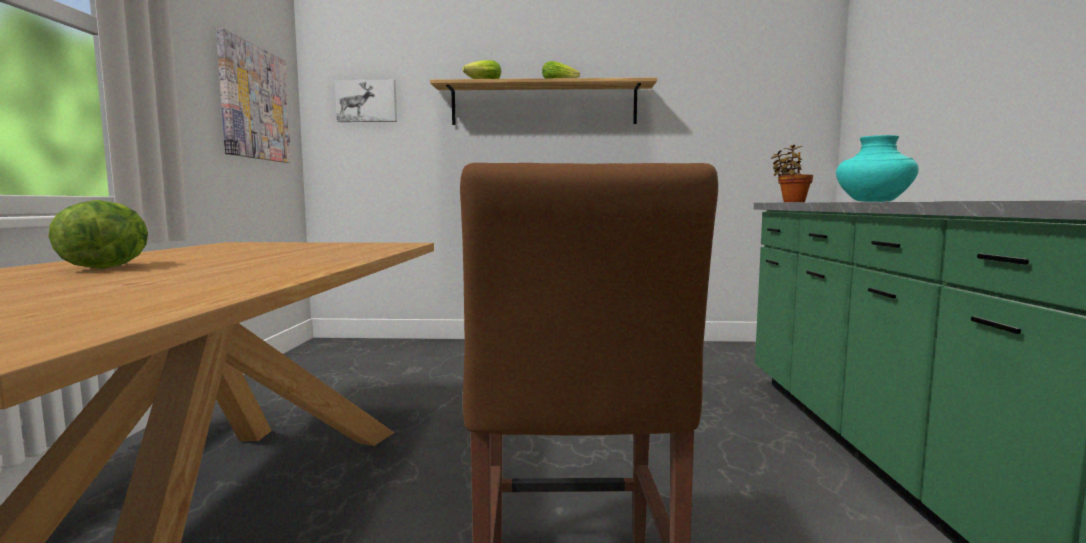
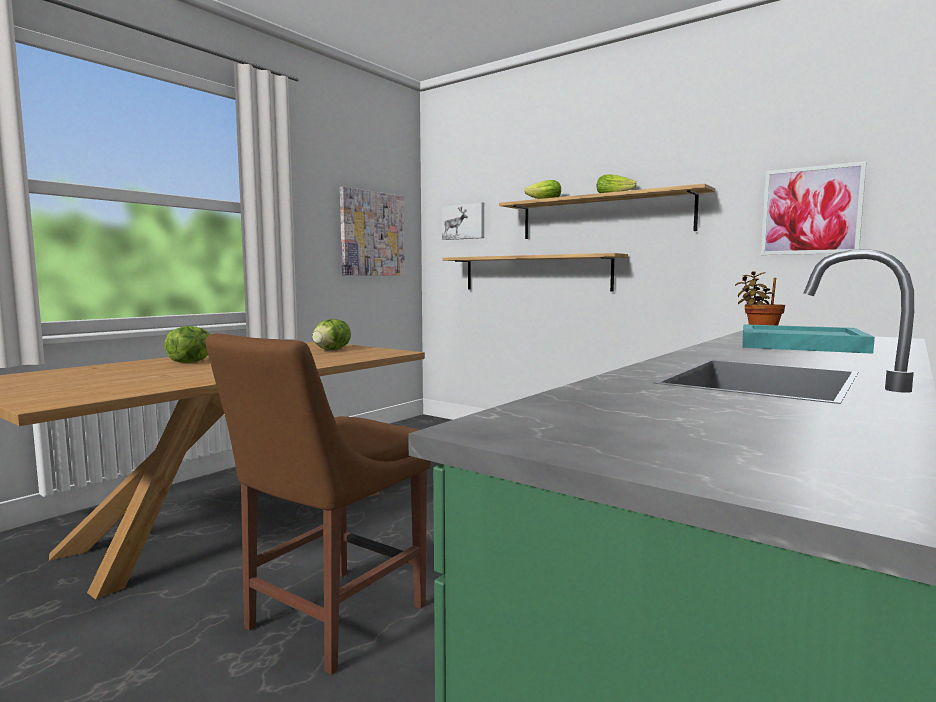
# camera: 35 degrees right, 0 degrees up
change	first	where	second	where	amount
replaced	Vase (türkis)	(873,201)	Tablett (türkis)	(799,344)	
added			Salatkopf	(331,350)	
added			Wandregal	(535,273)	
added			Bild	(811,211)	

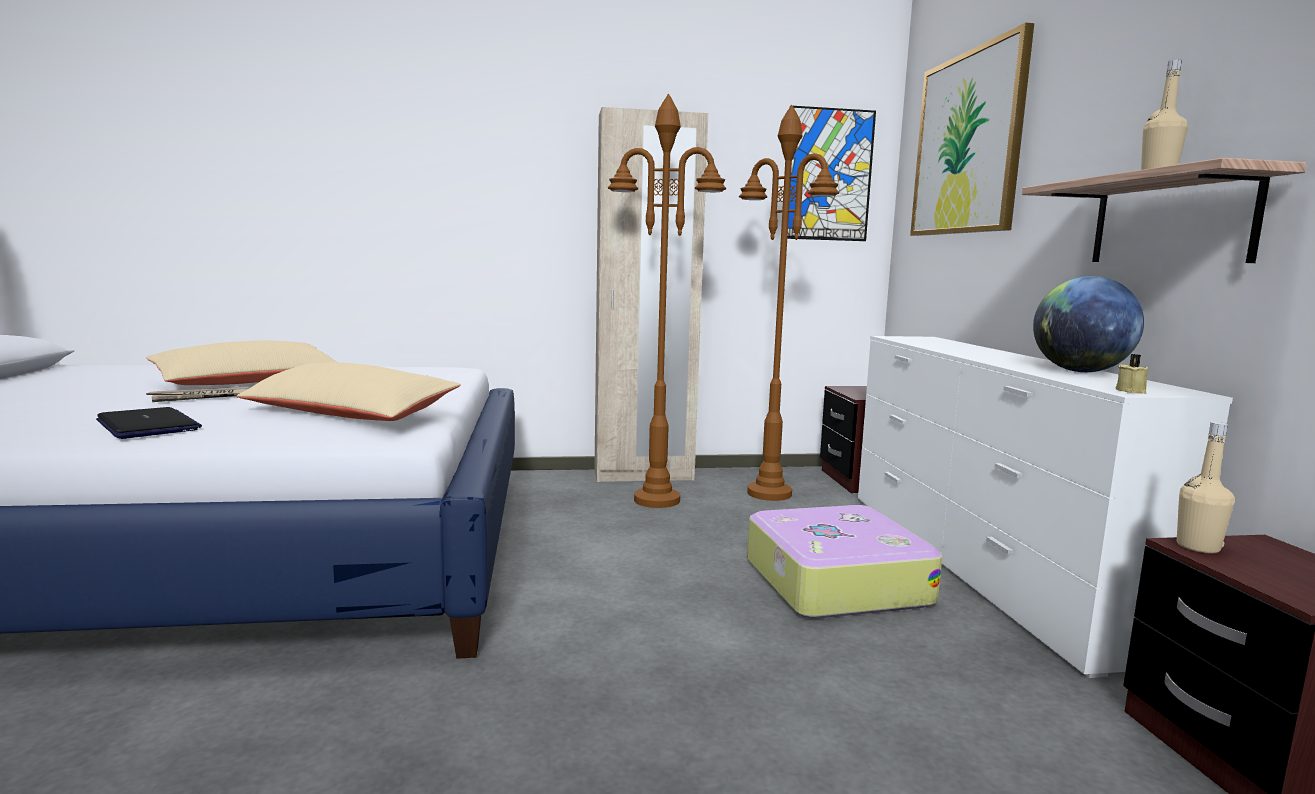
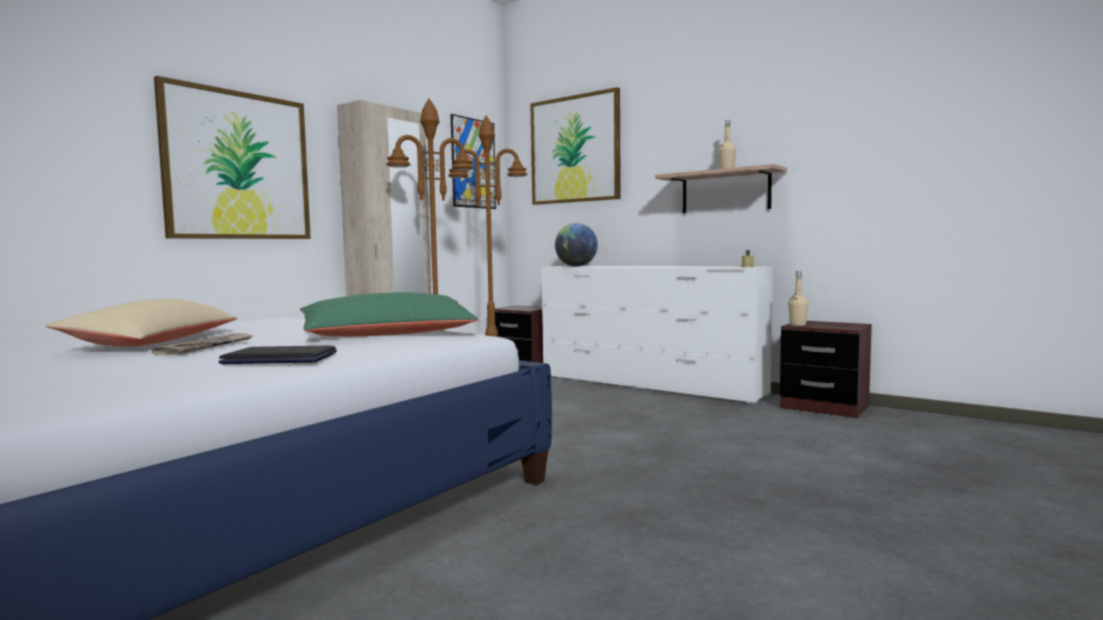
# camera: 45 degrees left, 5 degrees down
change	first	where	second	where	amount
recoloured	Kissen (beige)	(350,414)	Kissen (grün)	(389,334)	
removed	Koffer	(833,581)			
moved	Globus	(1080,371)		(576,266)	
added			Bild	(238,166)	

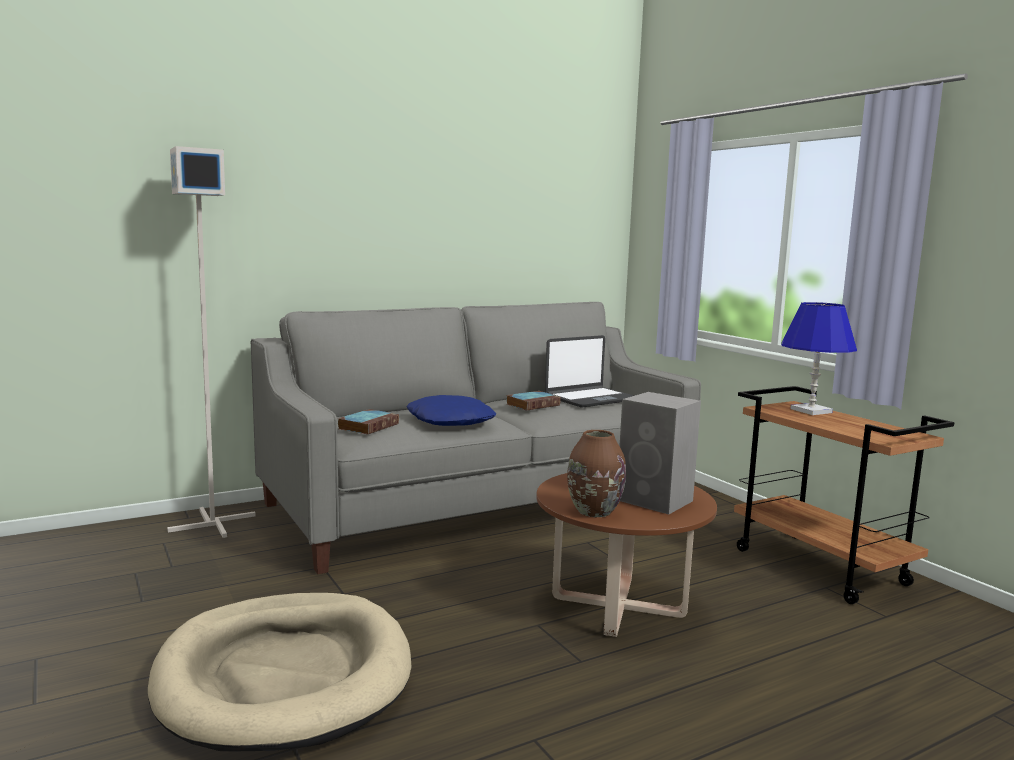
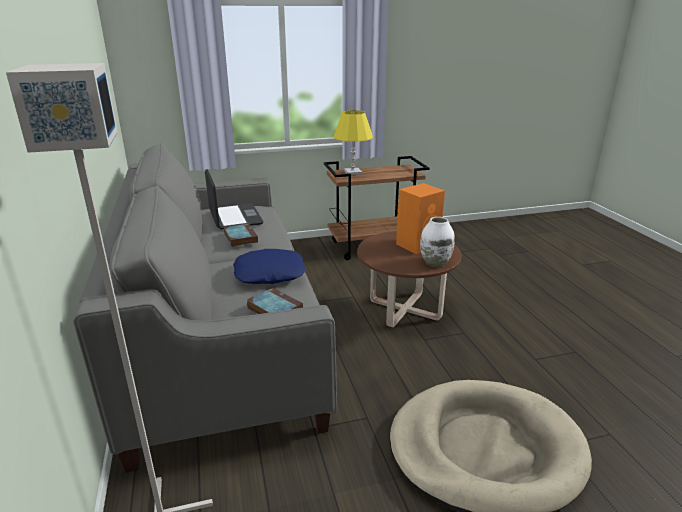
# camera: 75 degrees left, 15 degrees up
change	first	where	second	where	amount
recoloured	Vase (braun)	(594,511)	Vase (weiß)	(435,263)	
recoloured	Lautsprecher (grau)	(656,501)	Lautsprecher (orange)	(418,244)	
recoloured	Tischlampe (blau)	(811,411)	Tischlampe (gelb)	(352,172)	

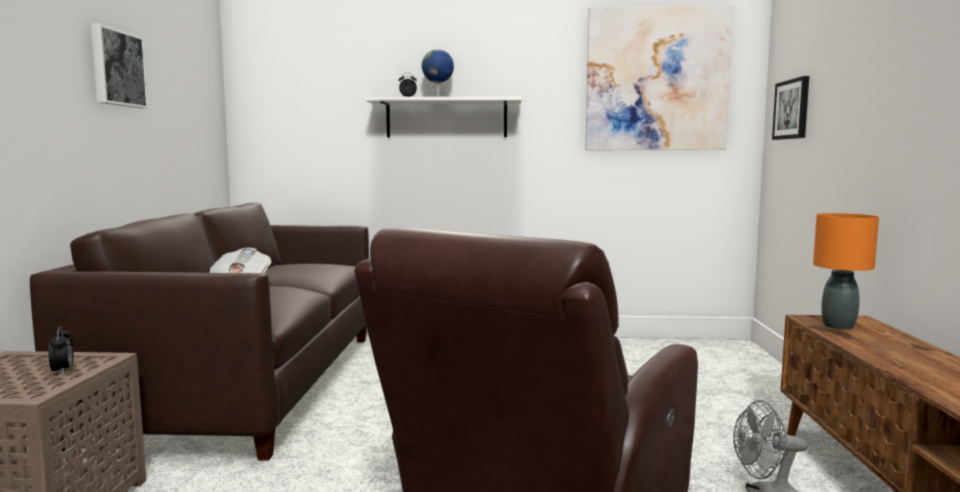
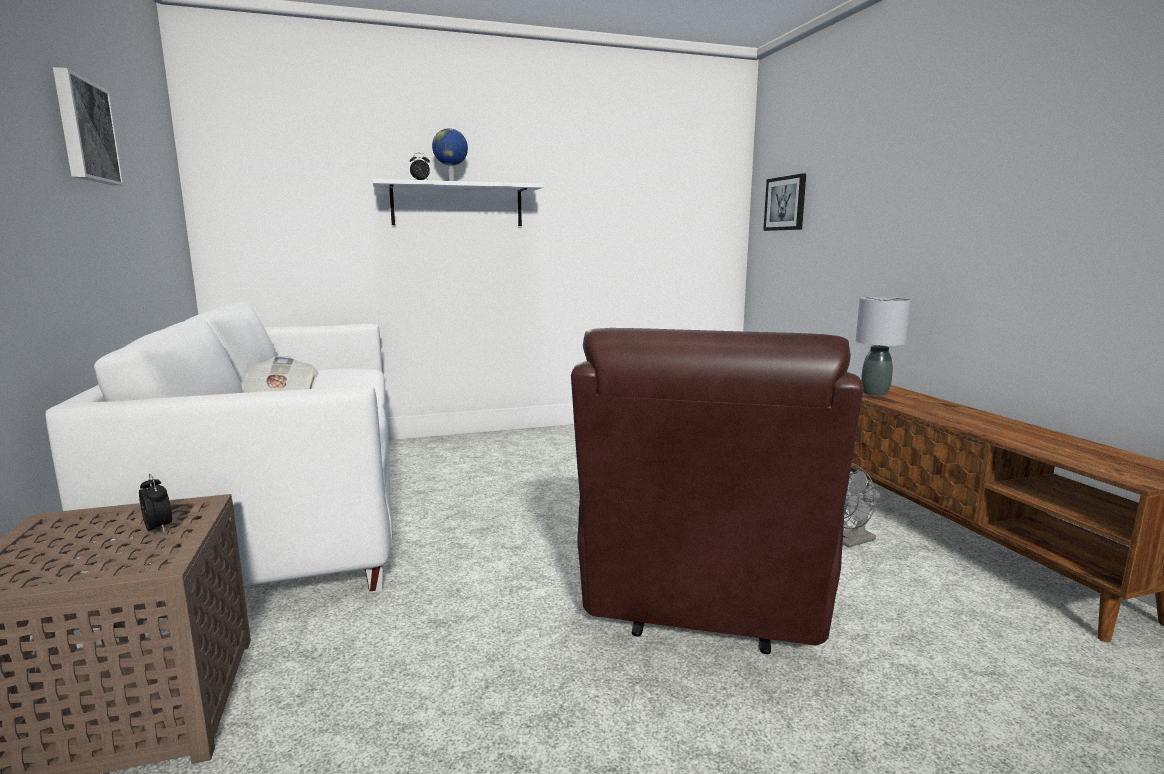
# camera: 20 degrees left, 5 degrees up
change	first	where	second	where	amount
recoloured	Sofa (braun)	(250,384)	Sofa (weiß)	(287,511)	
removed	Bild	(656,79)			
recoloured	Tischlampe (orange)	(838,326)	Tischlampe (grau)	(874,393)	

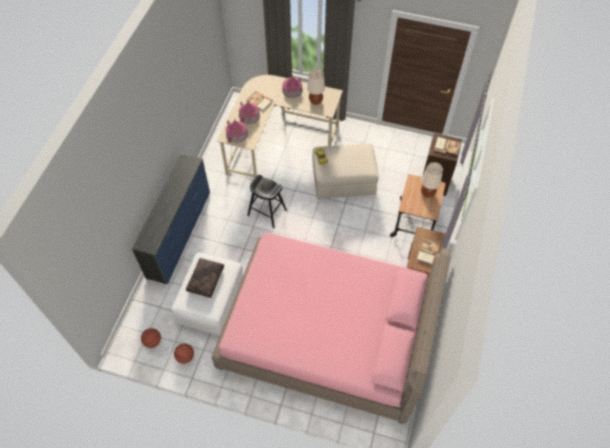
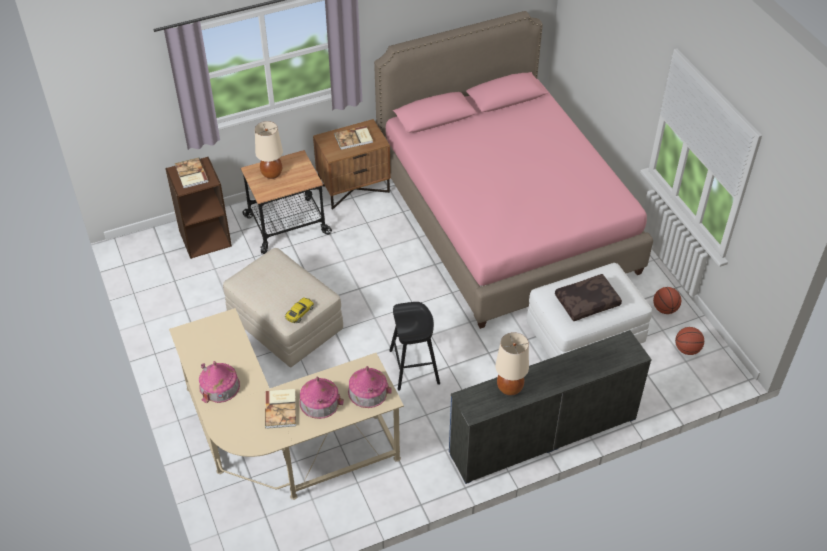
# camera: 130 degrees left, 10 degrees down
change	first	where	second	where	amount
moved	Tischlampe (beige)	(316,101)		(509,387)	

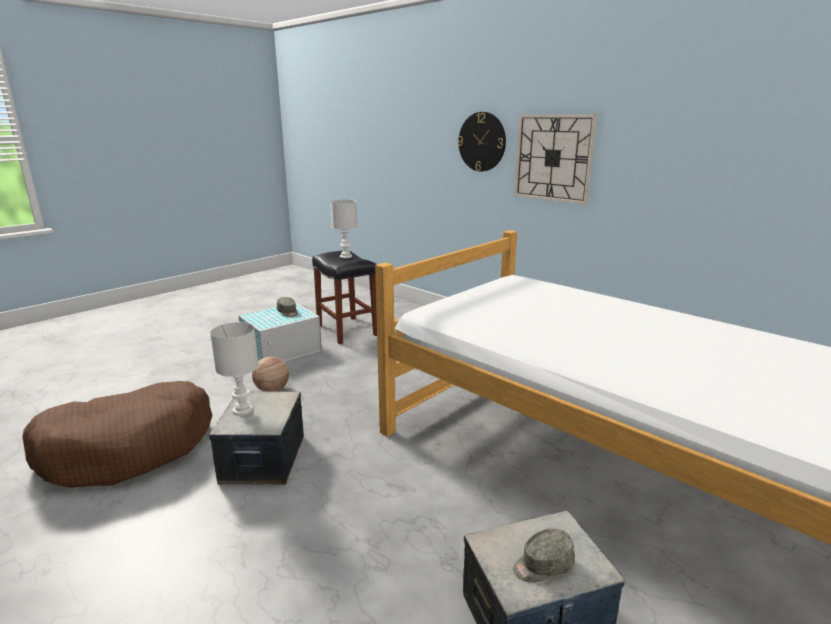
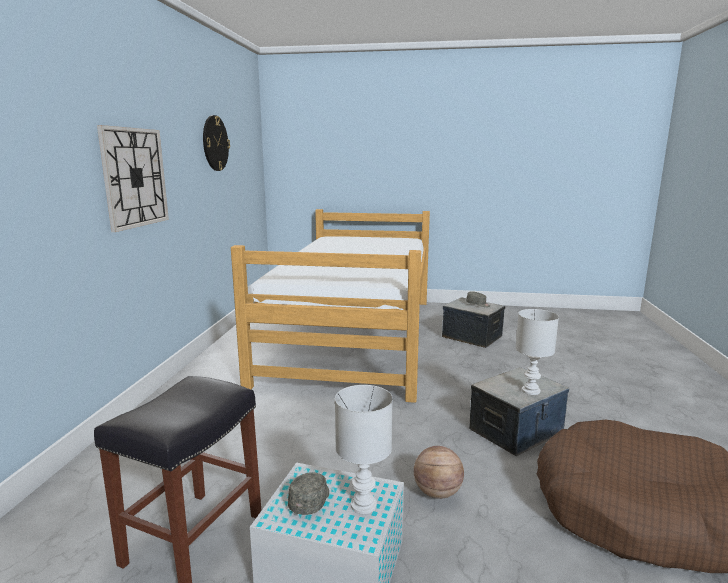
# camera: 125 degrees left, 5 degrees down
change	first	where	second	where	amount
moved	Tischlampe (weiß)	(346,257)		(364,504)	
moved	Wanduhr	(482,142)		(215,143)	

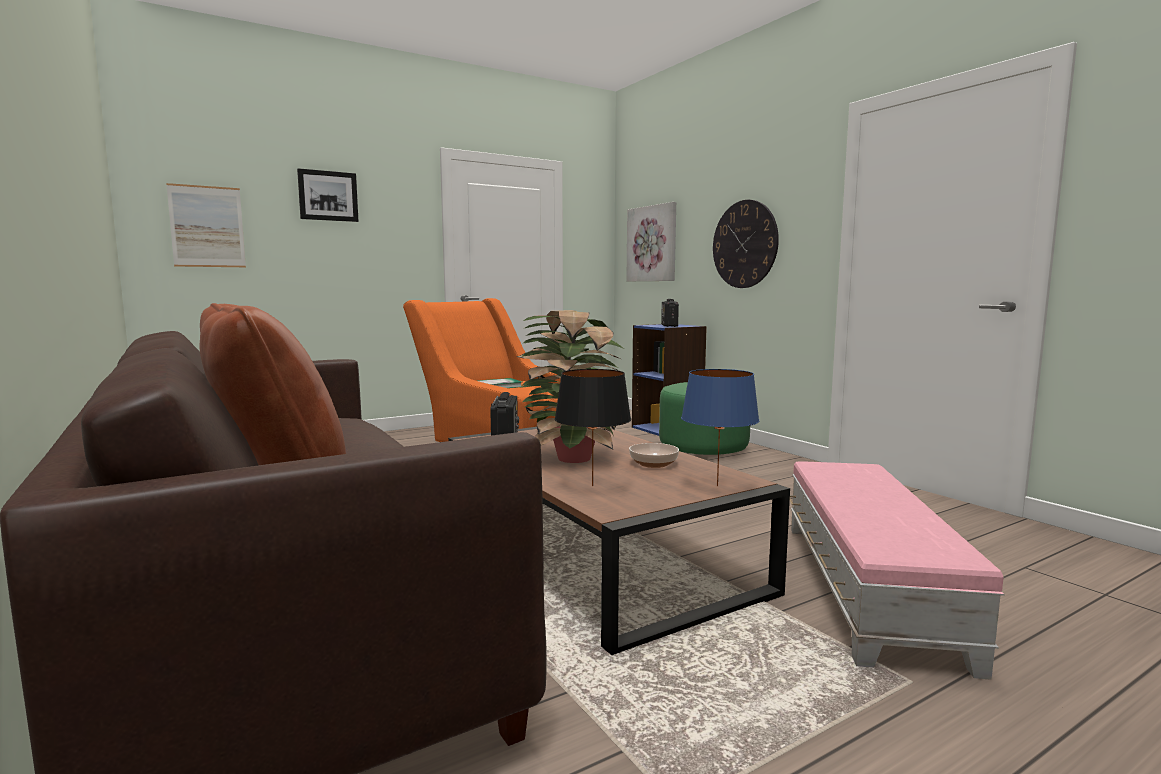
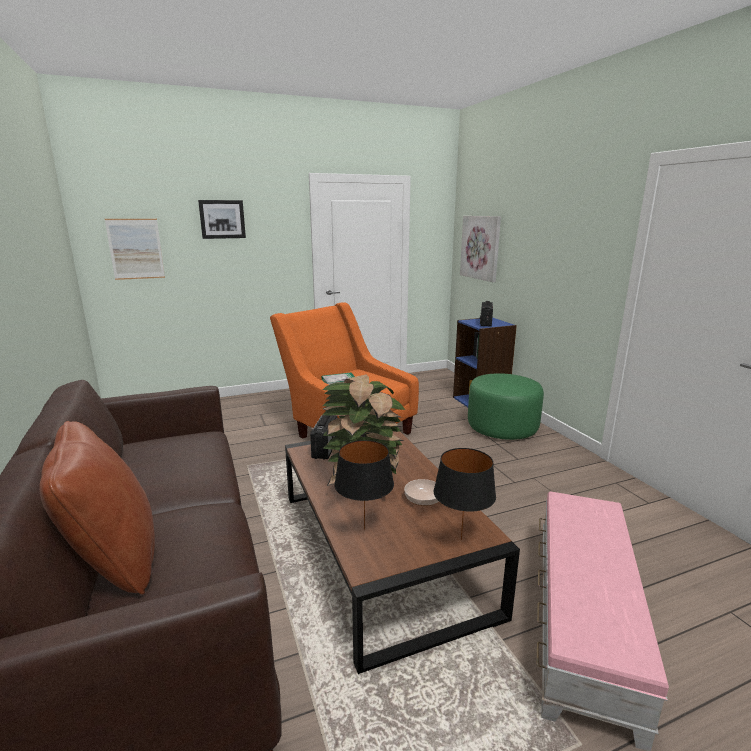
# camera: 10 degrees right, 10 degrees up
change	first	where	second	where	amount
recoloured	Tischlampe (blau)	(717,486)	Tischlampe (schwarz)	(461,540)	
removed	Wanduhr	(744,244)			

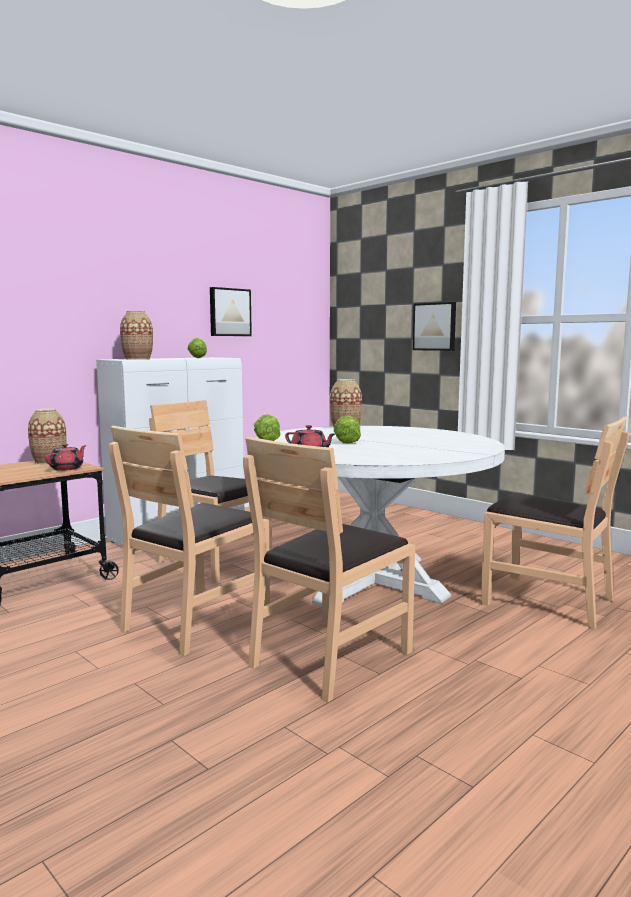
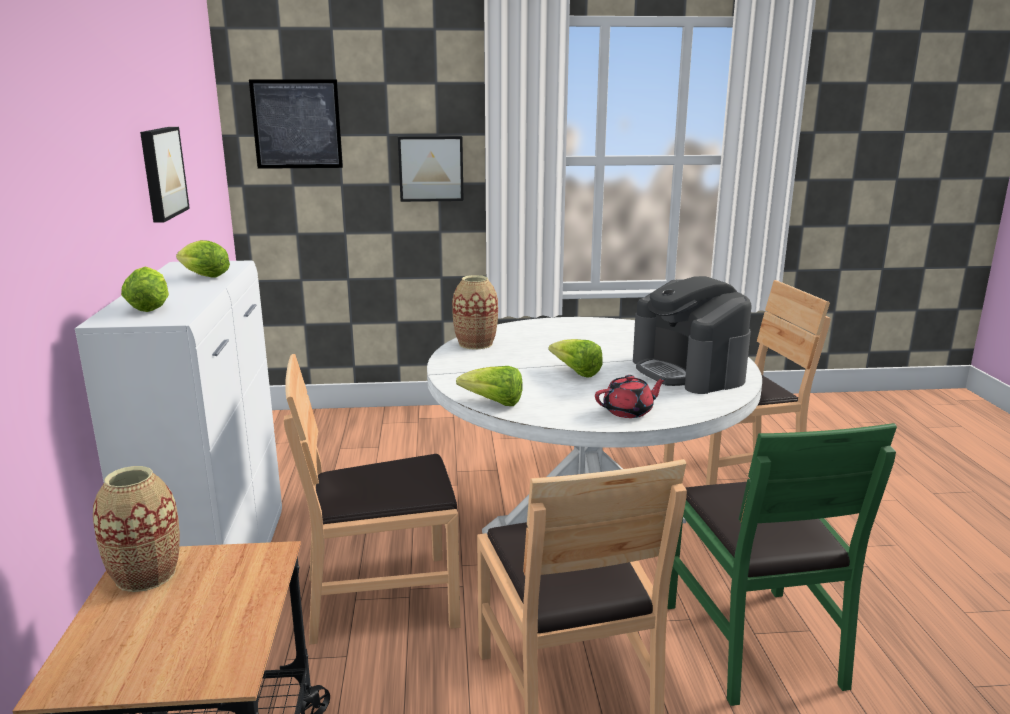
# camera: 50 degrees left, 10 degrees up
change	first	where	second	where	amount
removed	Teekanne (rot)	(67,468)			
replaced	Vase	(137,359)	Salatkopf	(150,307)	
recoloured	Stuhl (braun)	(330,657)	Stuhl (grün)	(752,642)	
added			Bild	(297,124)	
added			Kaffeemaschine	(688,371)	

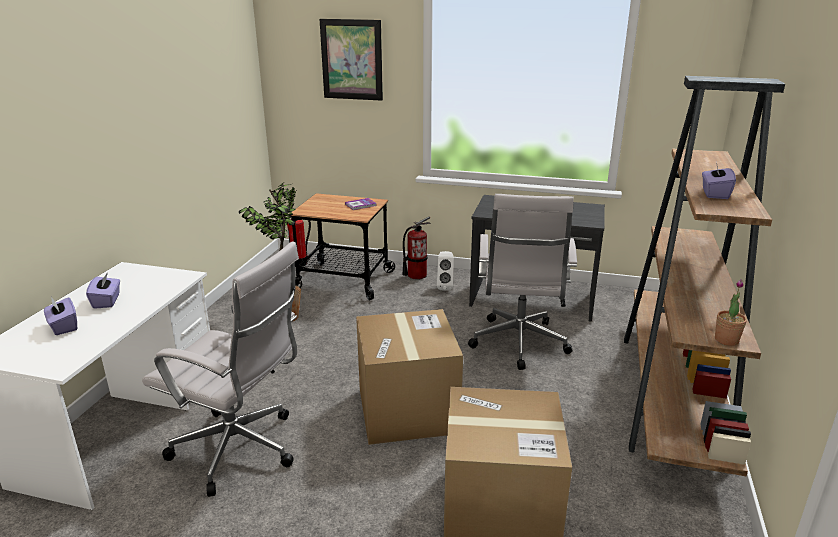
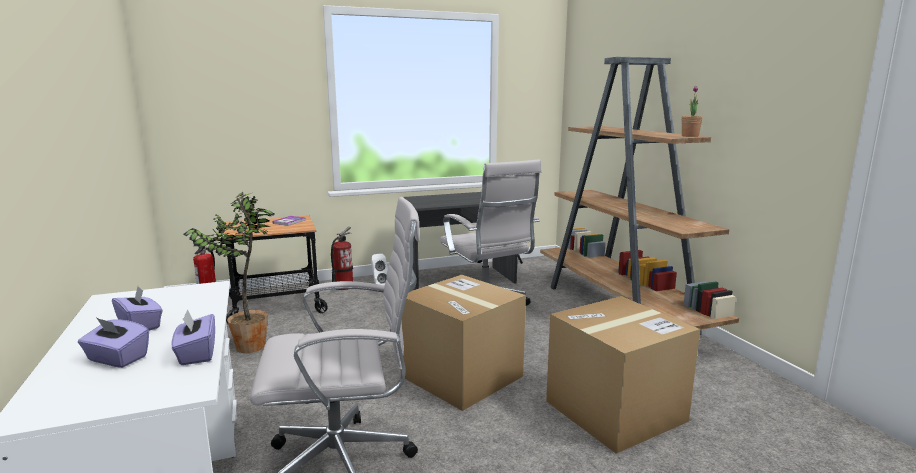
# camera: 35 degrees left, 10 degrees down
change	first	where	second	where	amount
removed	Bild	(352,60)			
moved	Taschentuchbox (lila)	(714,194)		(197,354)	
moved	Topfpflanze	(726,340)		(690,136)	

